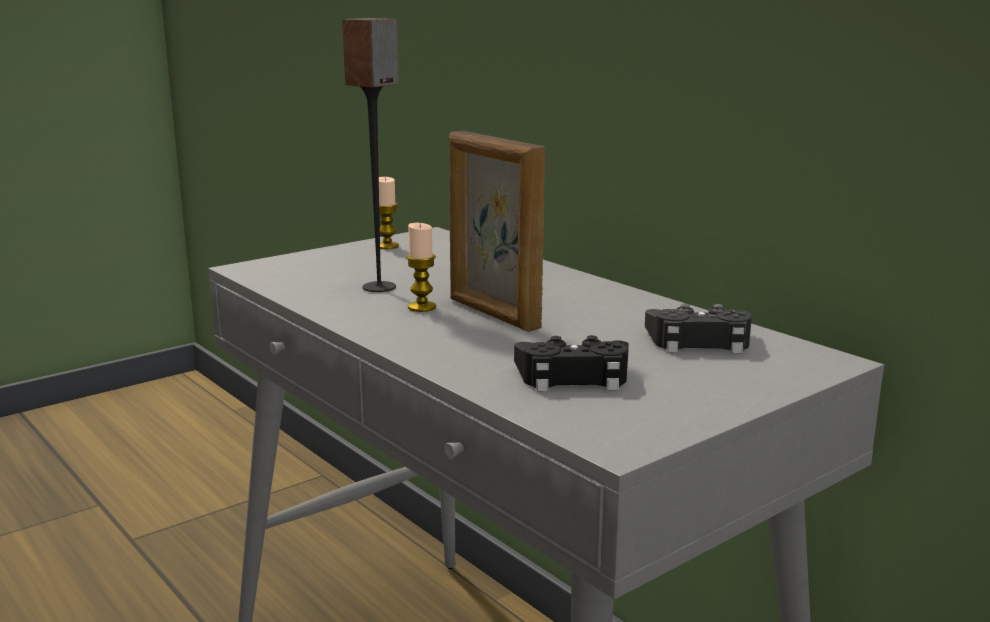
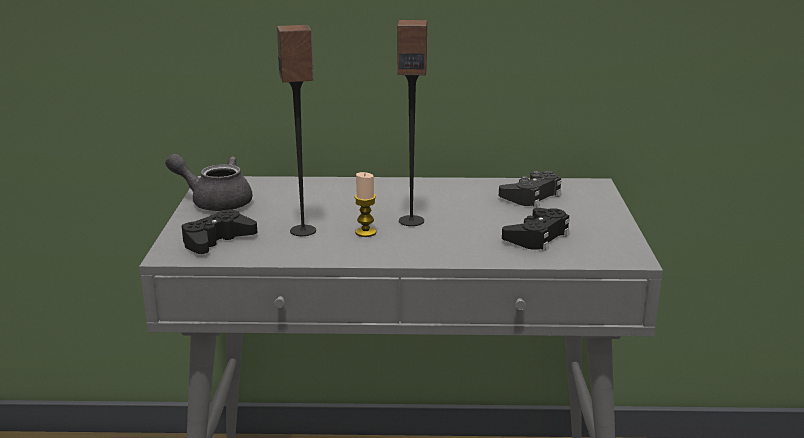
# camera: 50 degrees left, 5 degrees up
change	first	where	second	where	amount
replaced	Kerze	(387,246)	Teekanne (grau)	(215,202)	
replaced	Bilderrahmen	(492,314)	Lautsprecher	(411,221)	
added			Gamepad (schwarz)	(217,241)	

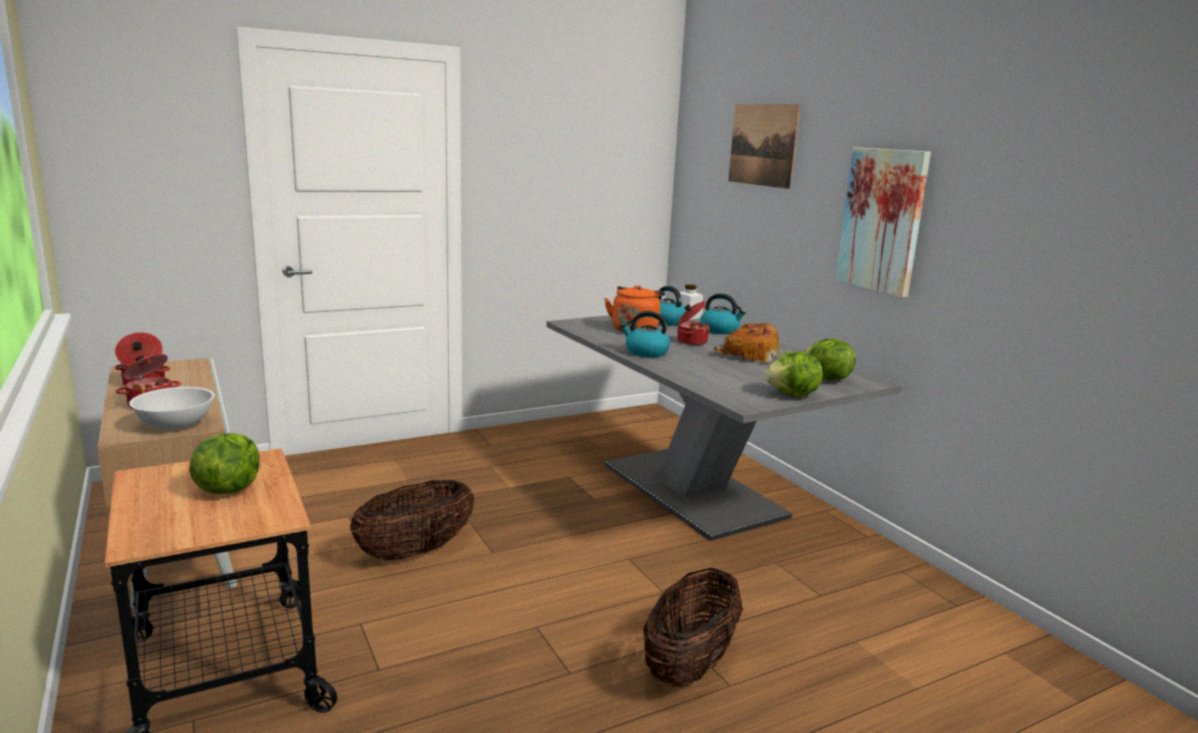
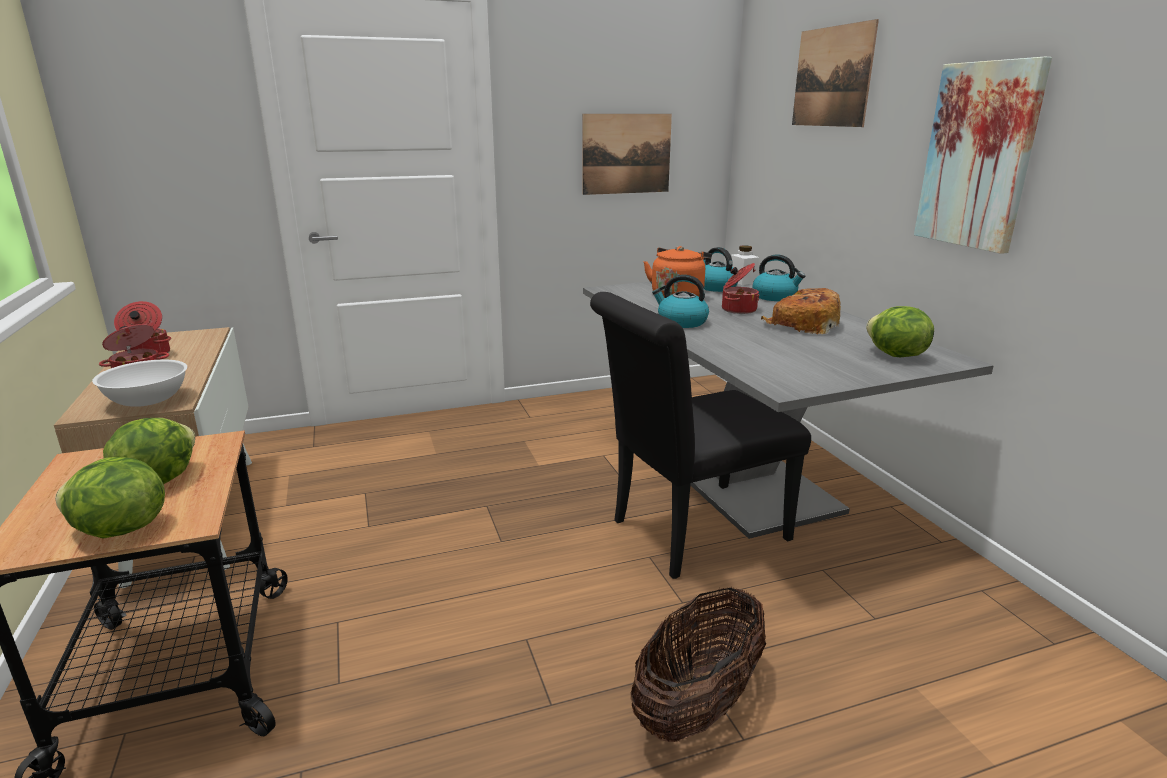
# camera: 10 degrees right, 5 degrees up
change	first	where	second	where	amount
removed	Korb	(415,551)			
moved	Salatkopf	(793,395)		(119,531)	
added			Bild	(626,154)	
added			Stuhl (schwarz)	(690,533)	

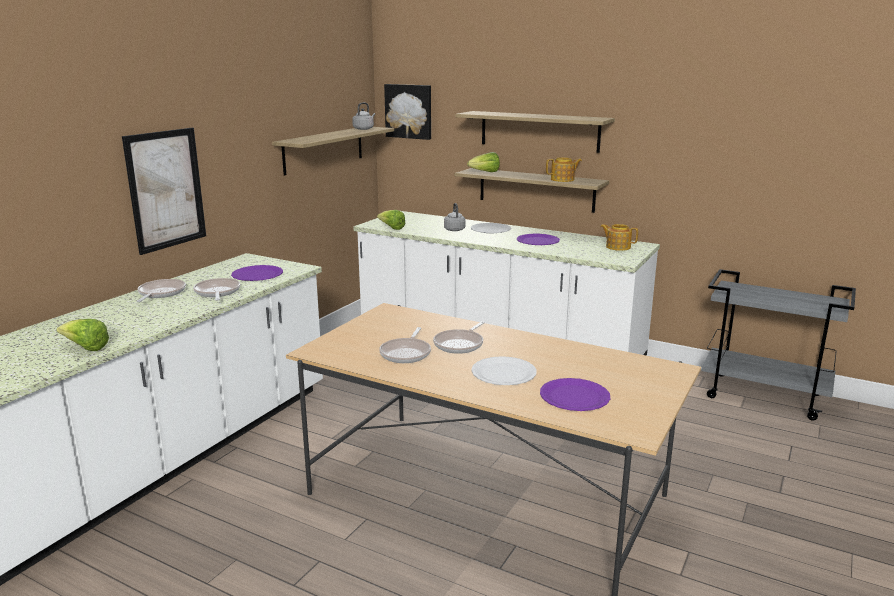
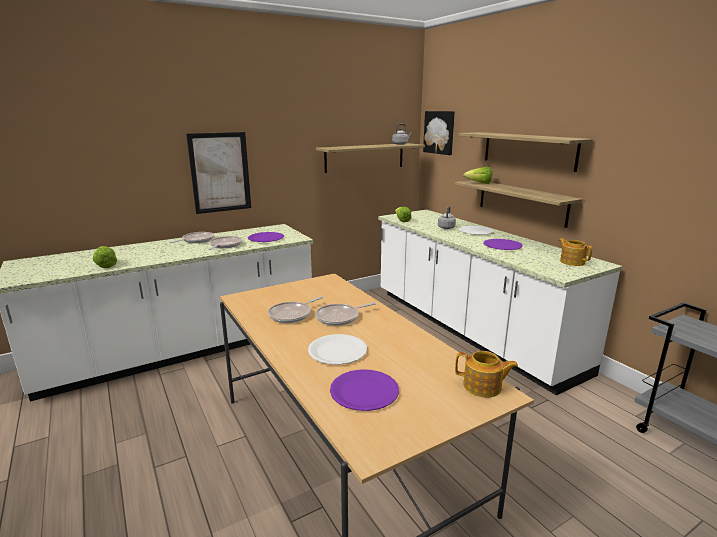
# camera: 30 degrees right, 0 degrees up
change	first	where	second	where	amount
moved	Teekanne	(563,179)		(483,387)	

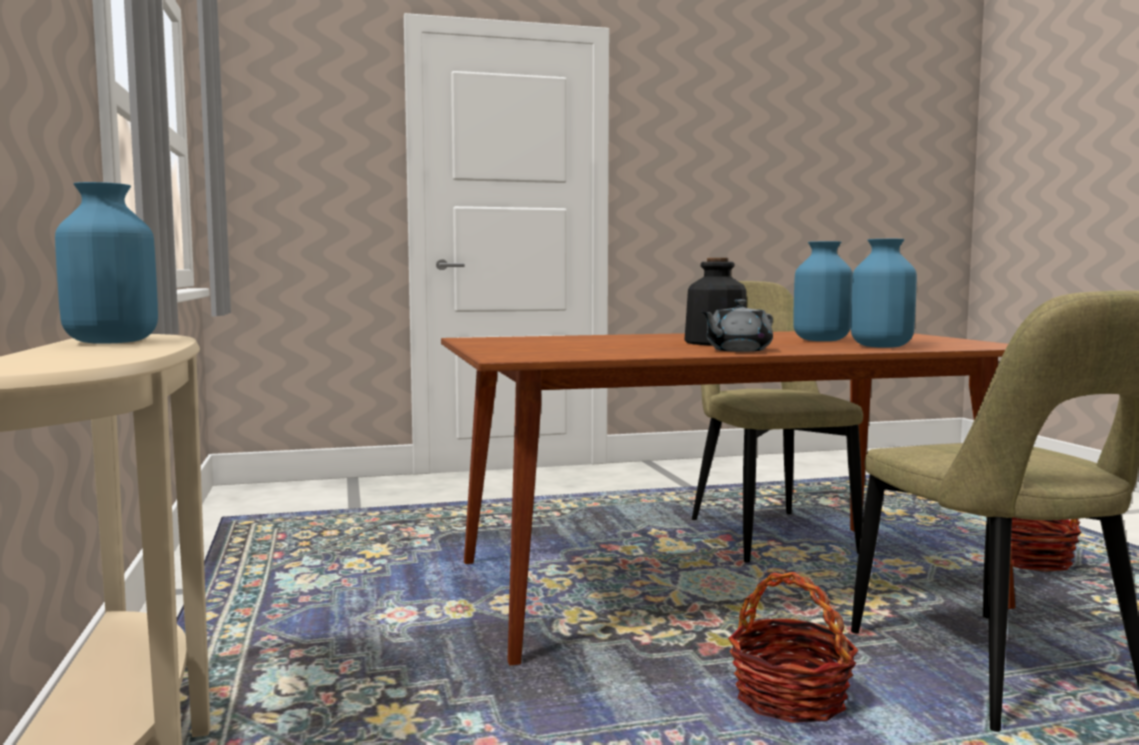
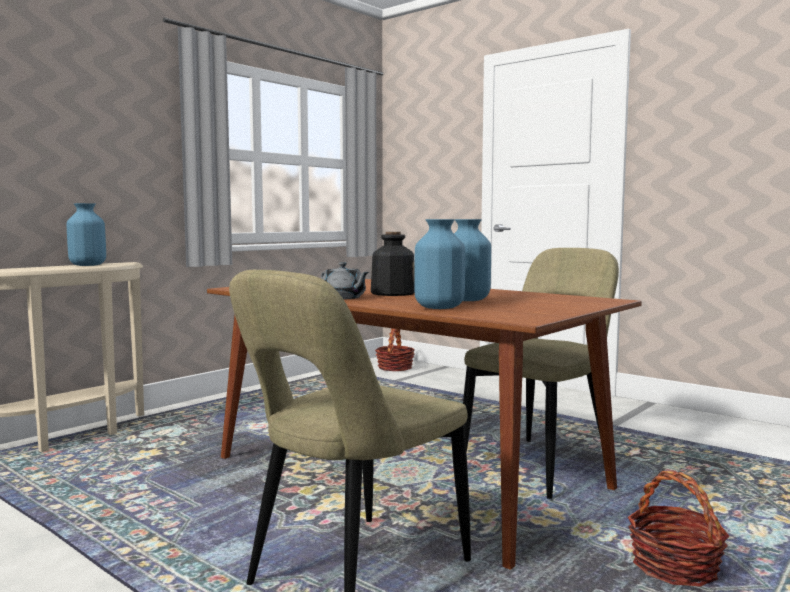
# camera: 55 degrees right, 0 degrees up
change	first	where	second	where	amount
turned	Teekanne (grau)	(737,350)		(343,298)	150 degrees counterclockwise
moved	Korb	(790,698)		(395,367)	

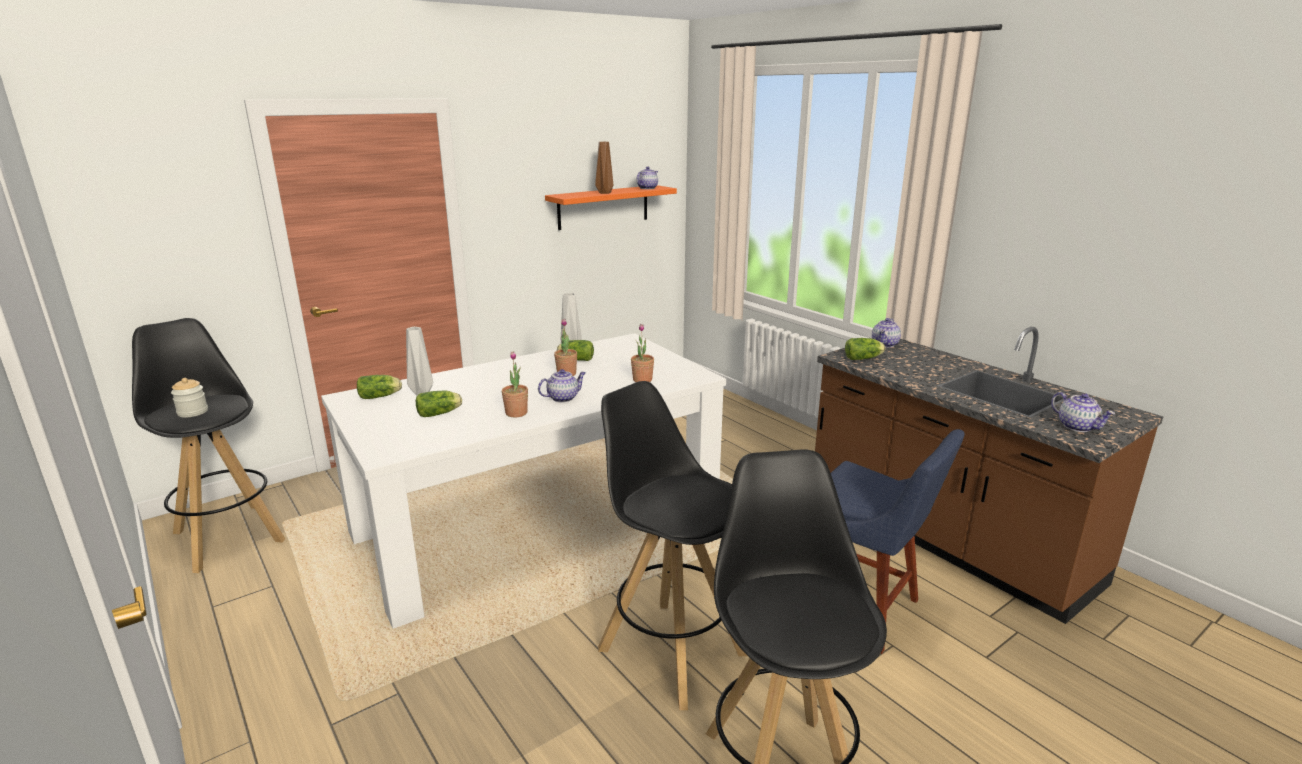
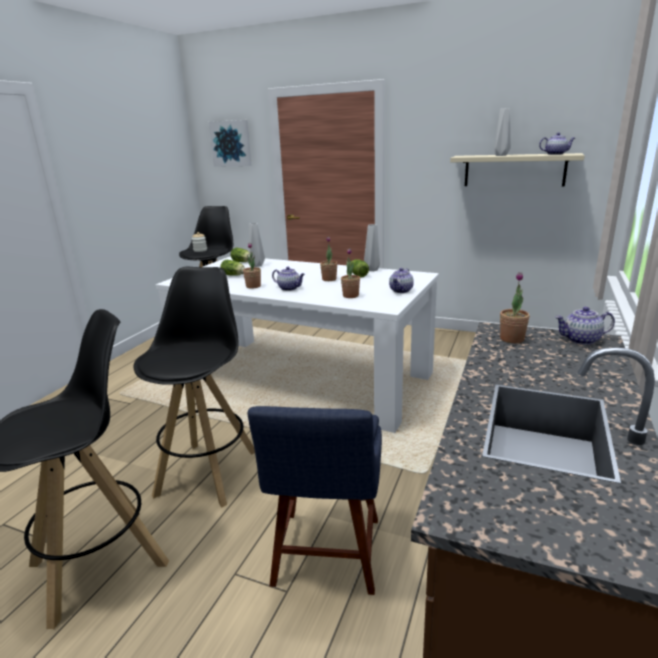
# camera: 60 degrees right, 0 degrees up
change	first	where	second	where	amount
recoloured	Wandregal (orange)	(603,207)	Wandregal (beige)	(514,170)	
recoloured	Vase (braun)	(605,193)	Vase (grau)	(501,155)	
replaced	Salatkopf	(864,358)	Topfpflanze	(512,339)	
moved	Teekanne	(1078,427)		(401,290)	
added			Bild	(231,143)	

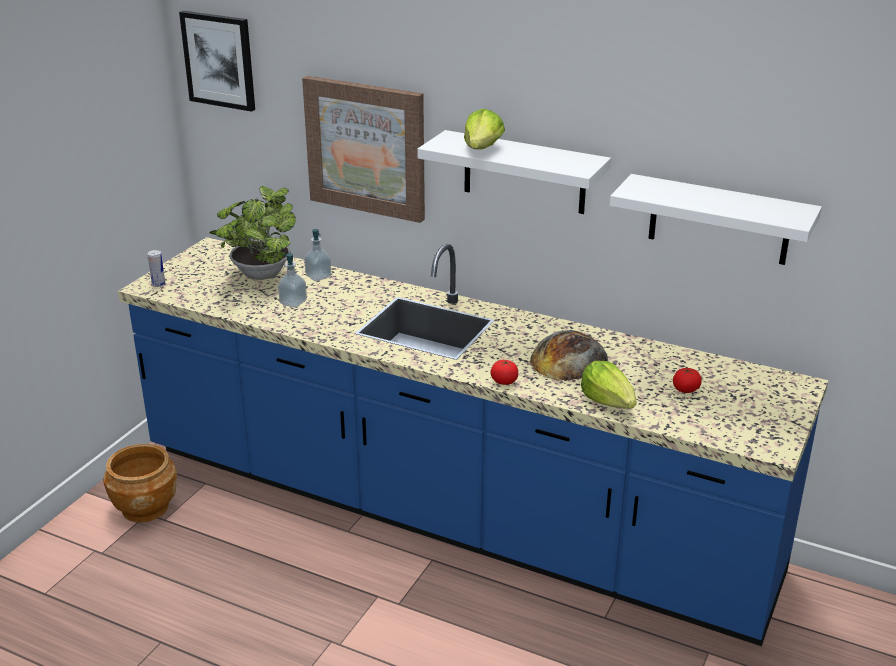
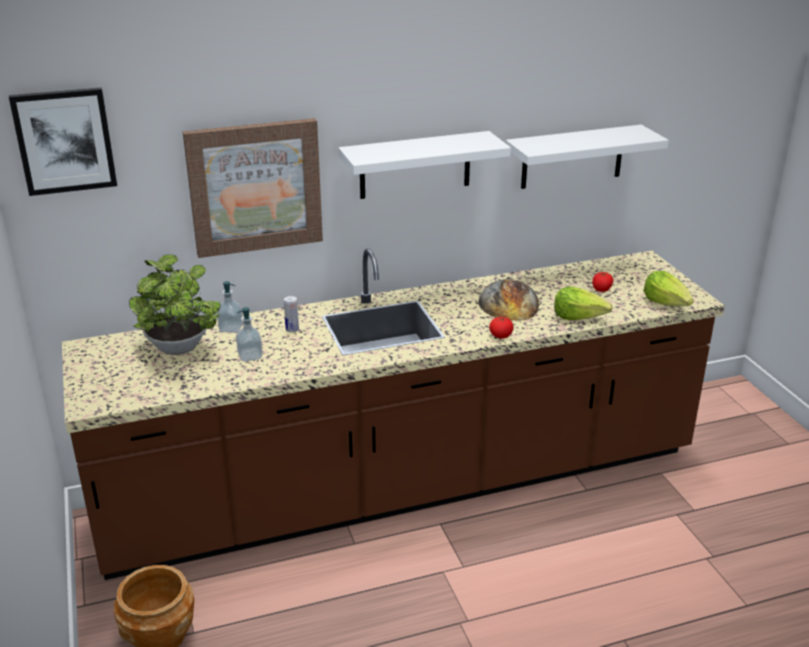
# camera: 45 degrees left, 0 degrees up
change	first	where	second	where	amount
recoloured	Küchenzeile (blau)	(448,514)	Küchenzeile (braun)	(404,487)	
moved	Dose	(158,284)		(292,330)	
moved	Salatkopf	(482,149)		(666,303)	

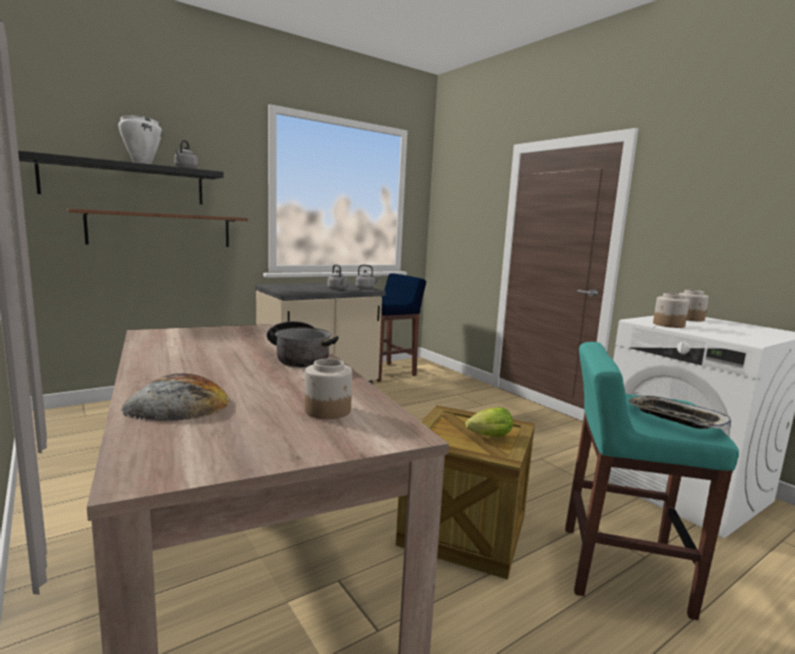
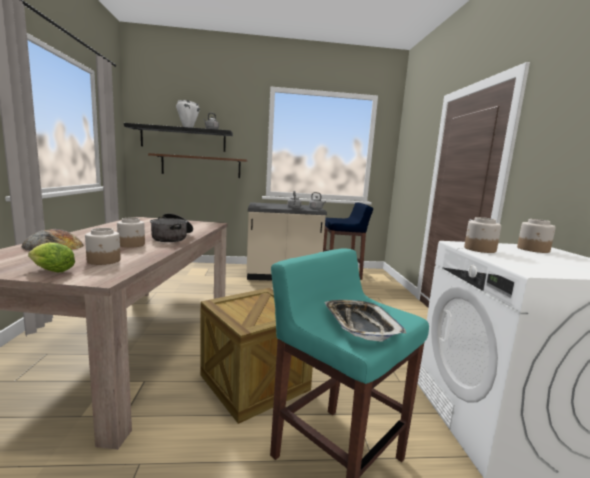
# camera: 30 degrees right, 0 degrees up
change	first	where	second	where	amount
moved	Salatkopf	(487,436)		(50,271)	
added			Vorratsglas	(132,244)	

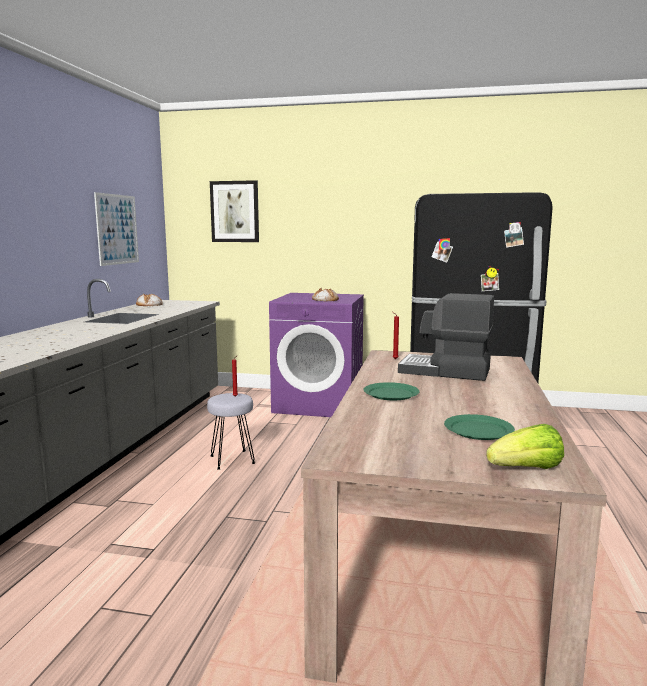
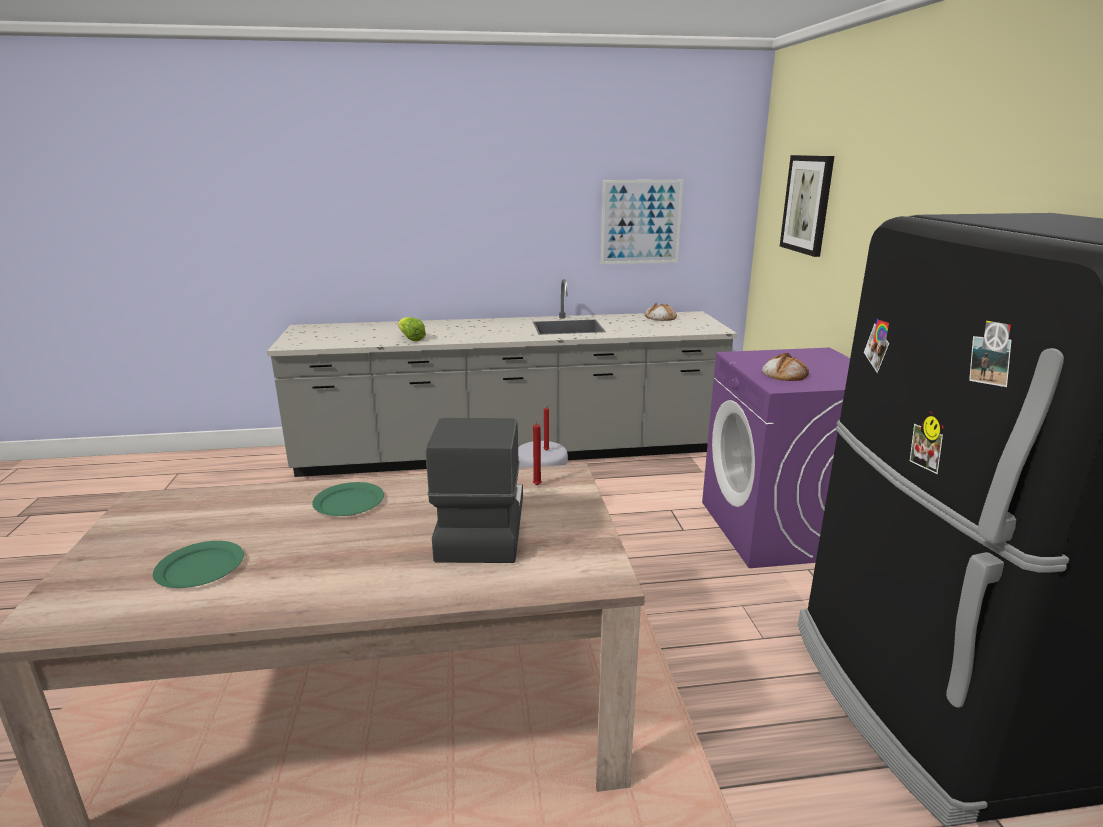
# camera: 70 degrees right, 10 degrees up
change	first	where	second	where	amount
moved	Salatkopf	(526,469)		(411,338)	

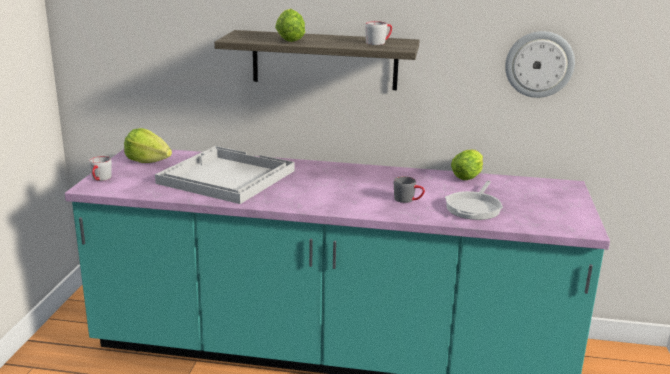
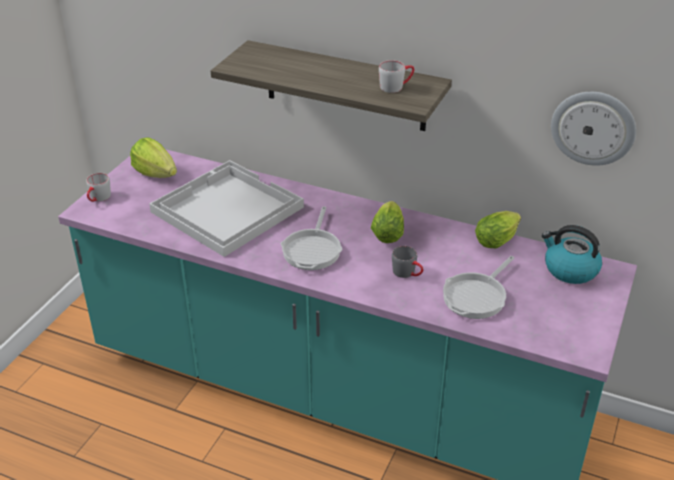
# camera: 15 degrees right, 15 degrees up
change	first	where	second	where	amount
moved	Salatkopf	(290,39)		(388,232)	
added			Pfanne	(312,250)	
added			Wasserkessel	(569,270)	

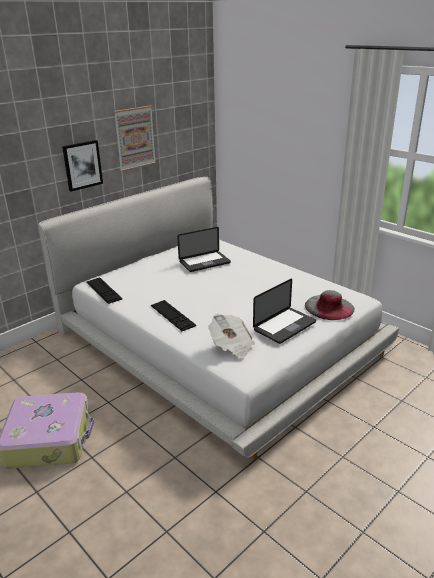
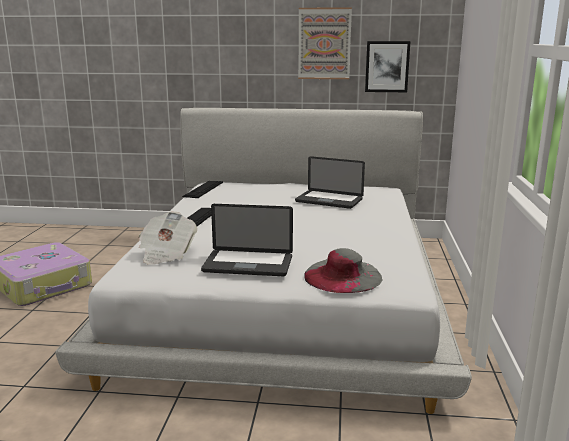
# camera: 50 degrees right, 10 degrees down
change	first	where	second	where	amount
moved	Bild	(82,165)		(387,66)	

